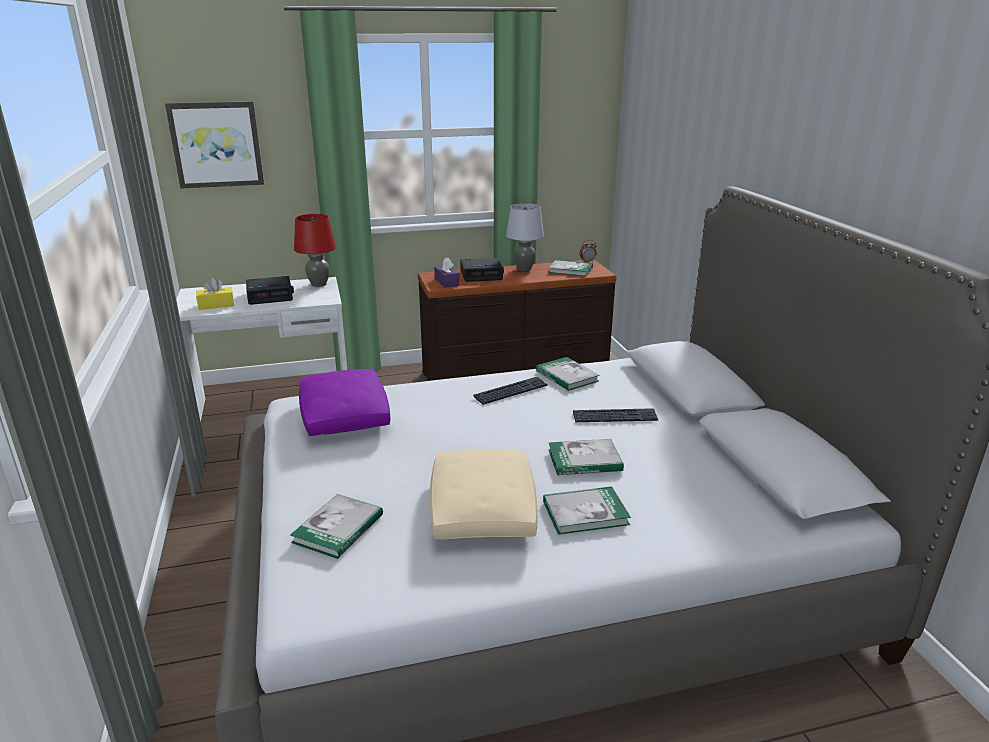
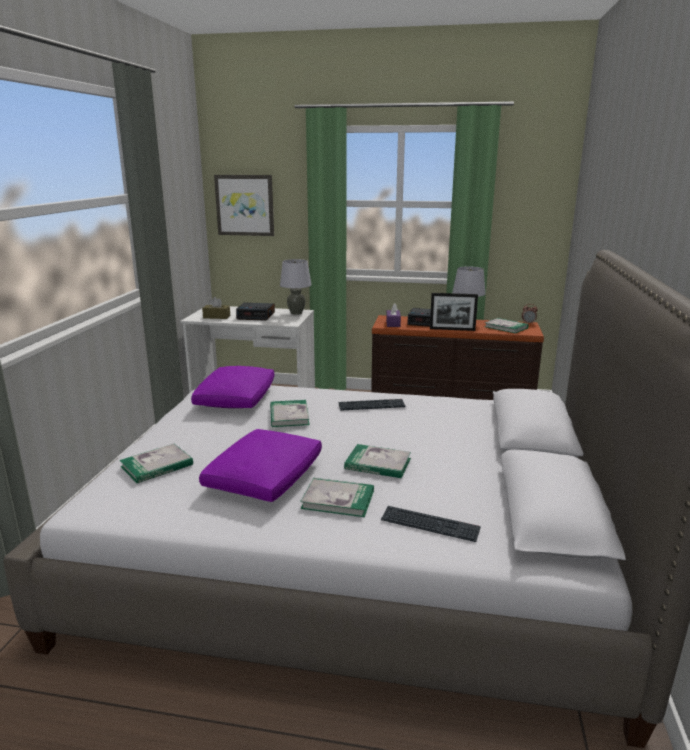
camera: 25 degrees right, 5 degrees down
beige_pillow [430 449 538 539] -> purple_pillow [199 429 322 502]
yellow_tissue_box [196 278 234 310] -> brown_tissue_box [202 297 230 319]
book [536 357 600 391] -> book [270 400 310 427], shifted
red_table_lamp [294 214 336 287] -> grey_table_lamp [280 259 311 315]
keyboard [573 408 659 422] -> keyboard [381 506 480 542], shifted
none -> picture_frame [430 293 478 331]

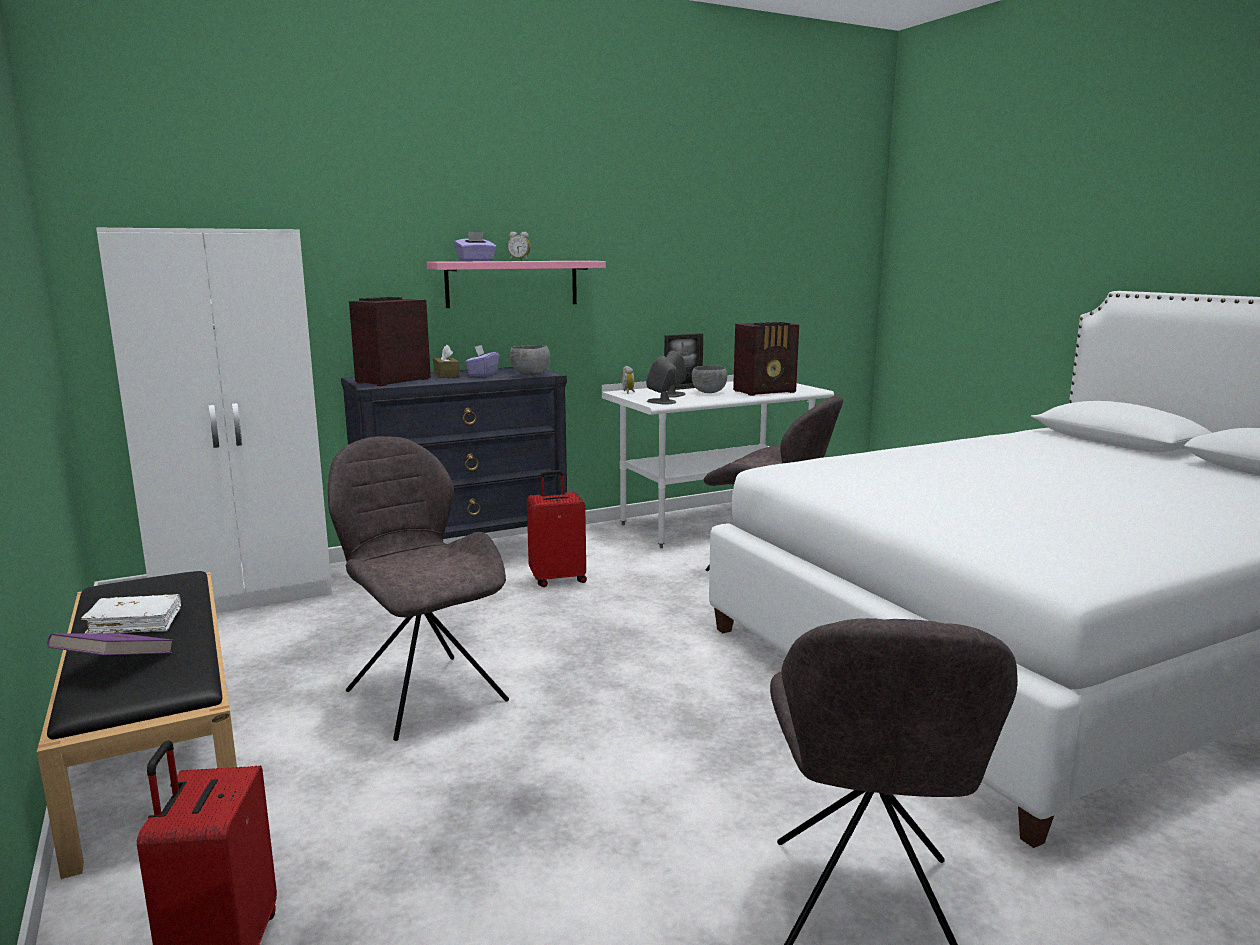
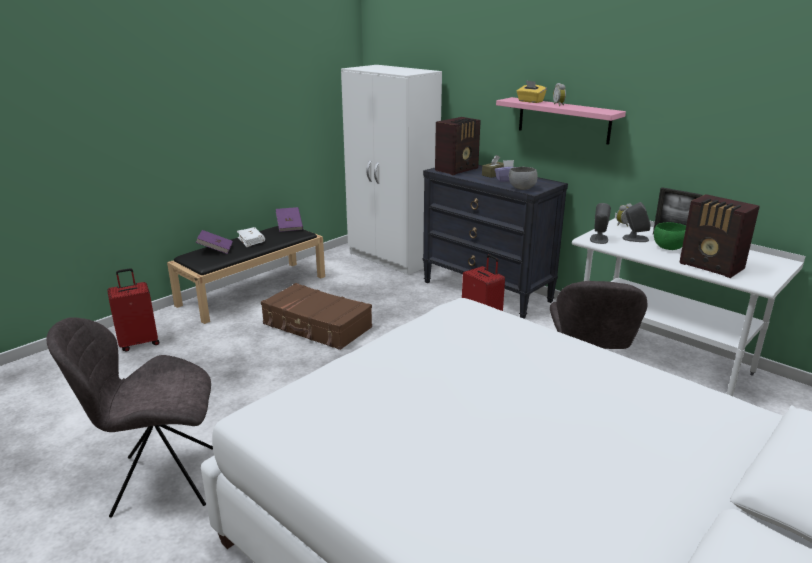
camera: 70 degrees right, 10 degrees up
grey_chair [328 436 509 741] -> brown_suitcase [261 283 372 350]
none -> purple_book [276 207 303 232]
radio [349 297 431 386] -> radio [435 117 481 175], 120 degrees clockwise
purple_tissue_box [454 231 496 261] -> yellow_tissue_box [517 80 547 103]
grey_bowl [692 365 727 393] -> green_bowl [654 222 686 250]

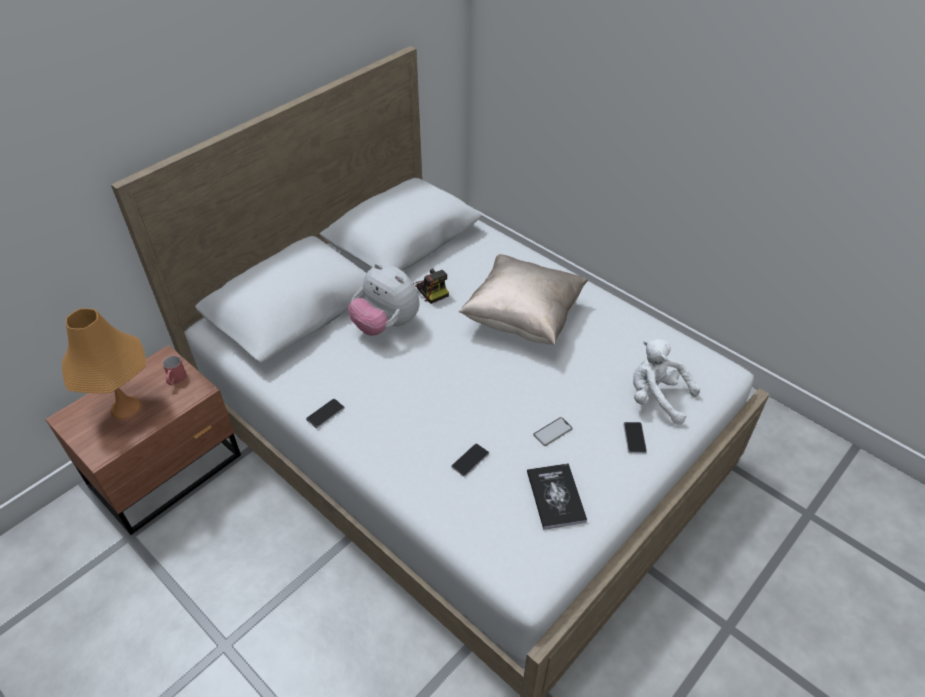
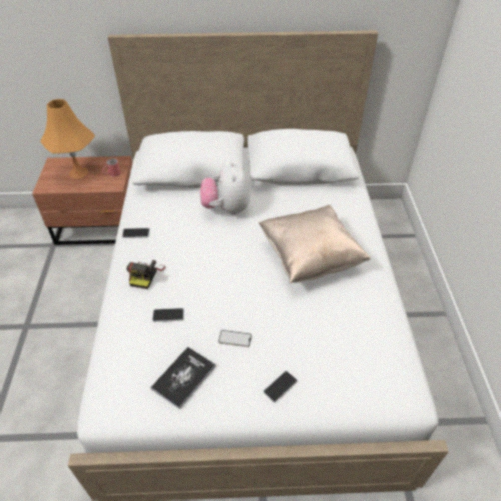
camera: 45 degrees right, 0 degrees up
photo_camera [413 268 449 304] -> photo_camera [127 260 165 289], shifted
white_plush_toy [633 339 700 425] -> none

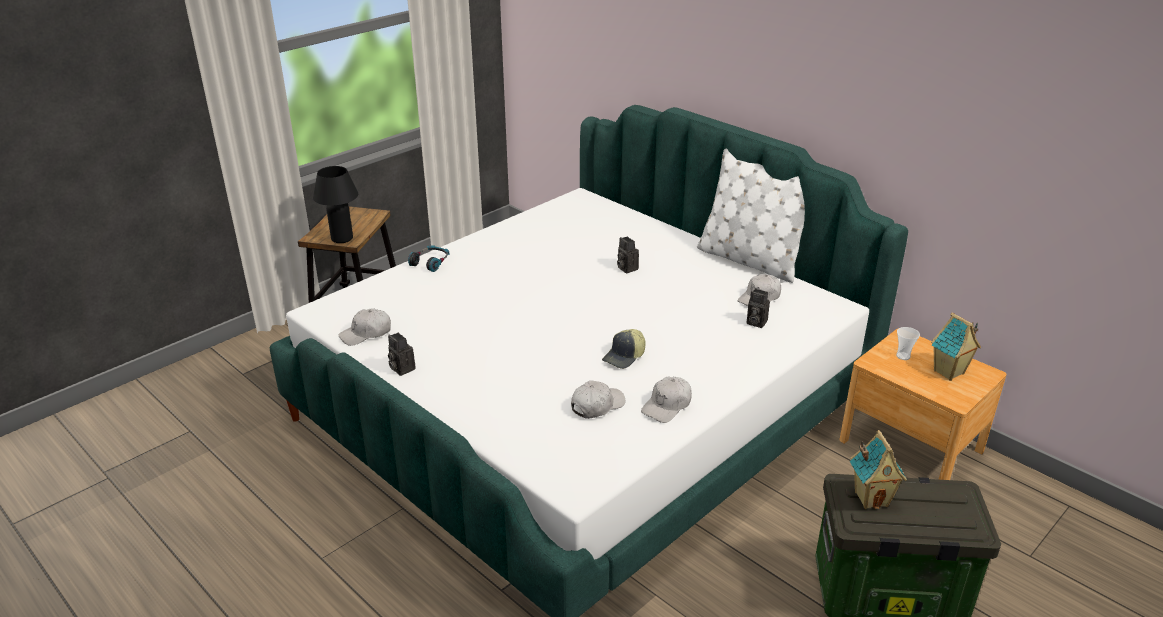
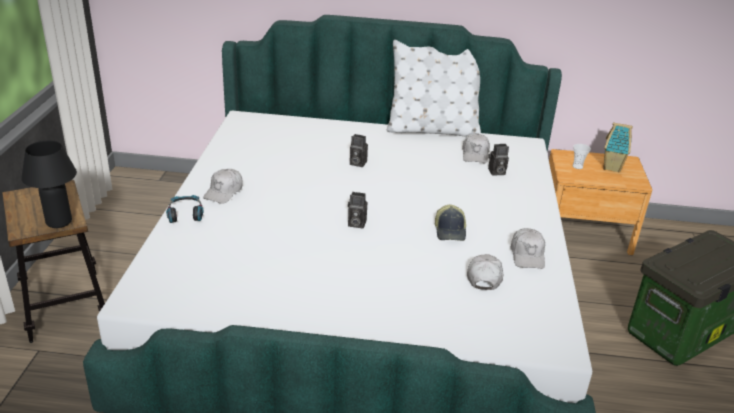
camera: 40 degrees left, 0 degrees up
white_cap [339 308 391 346] -> white_cap [203 169 243 204], shifted
photo_camera [388 332 416 376] -> photo_camera [348 192 368 229], shifted
toy_house [850 430 907 509] -> none

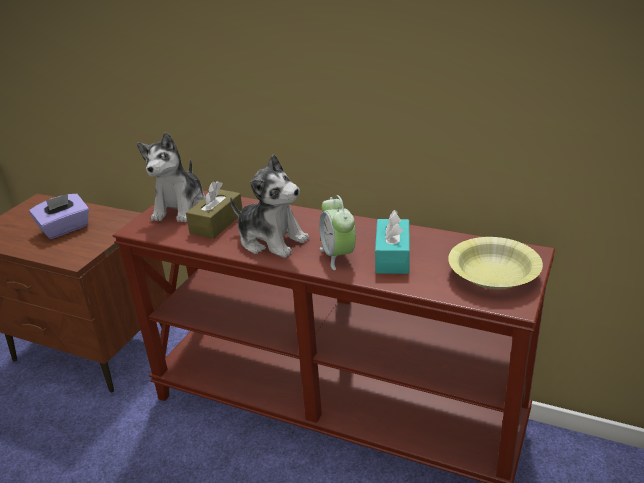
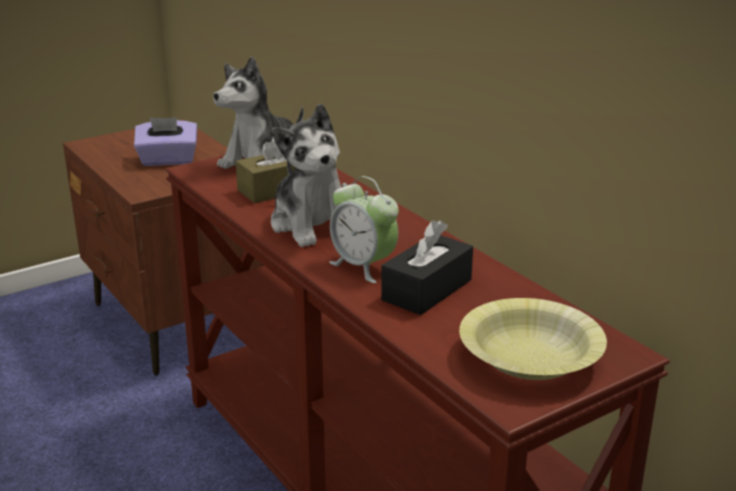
camera: 30 degrees right, 5 degrees down
alarm_clock [319 195 356 270] -> alarm_clock [329 176 399 283], 60 degrees counterclockwise
turquoise_tissue_box [375 210 410 274] -> black_tissue_box [381 220 473 315]

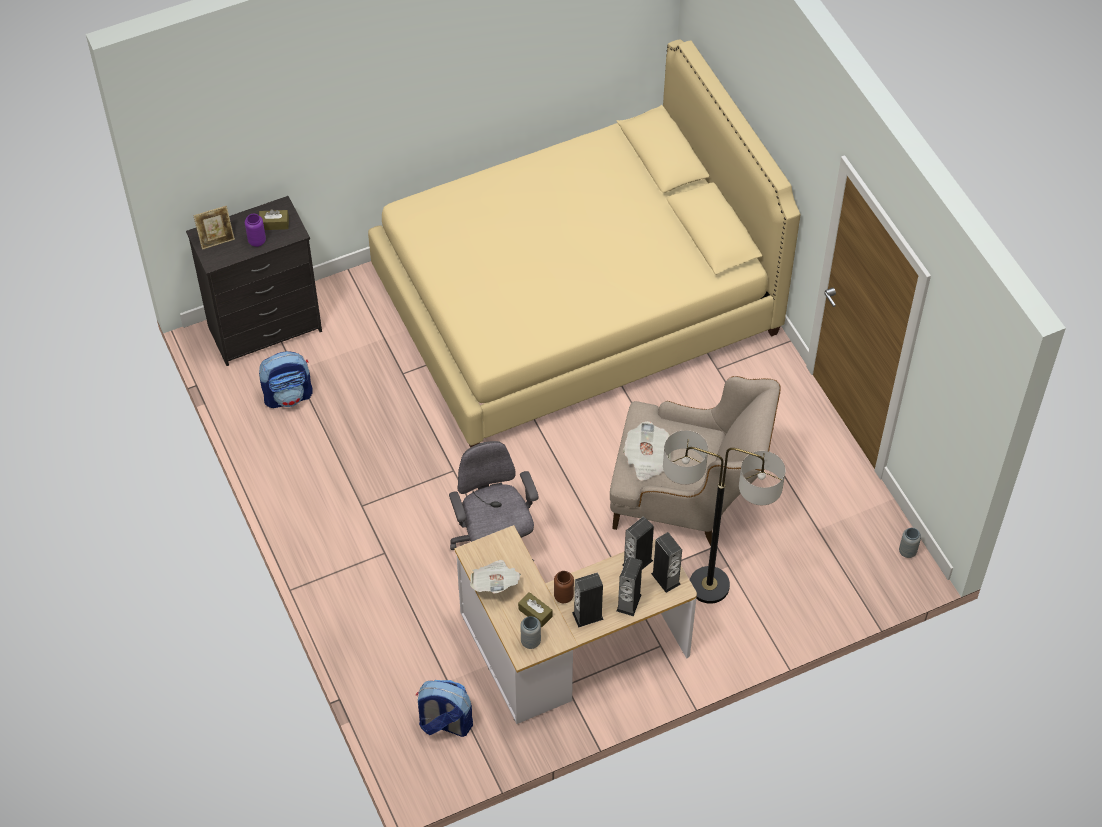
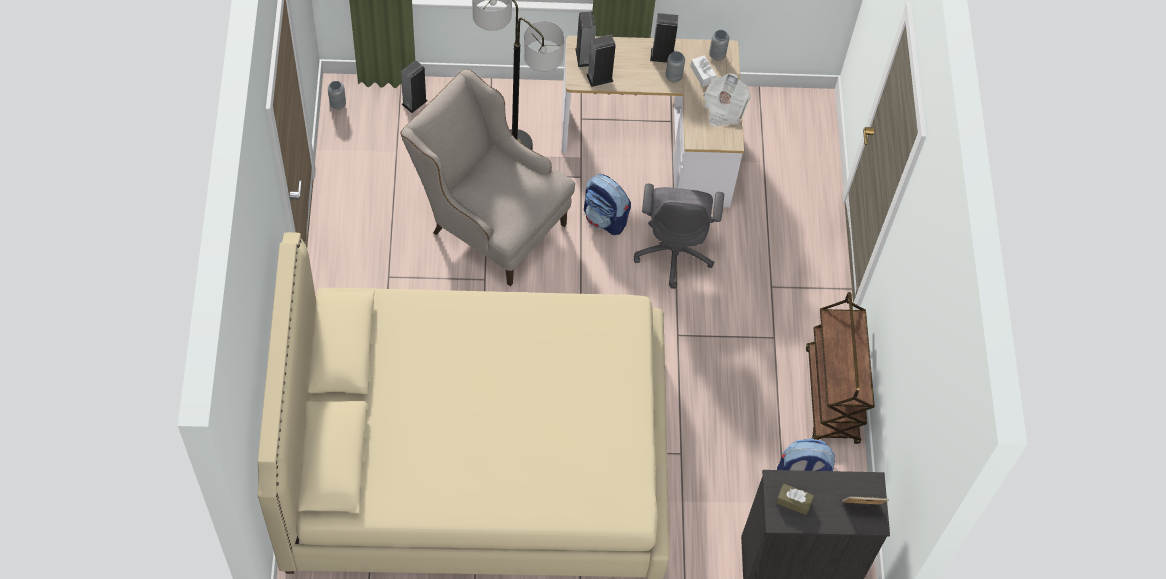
camera: 160 degrees left, 5 degrees up
speaker [617 557 642 617] -> speaker [401 60 428 113], shifted
backpack [416 680 473 737] -> backpack [584 174 631 235], shifted
brown_vase [554 571 574 603] -> grey_vase [665 51 685 82]
brown_tissue_box [518 592 553 627] -> white_tissue_box [691 55 716 87]
none -> brown_cart [806 292 875 444]
purple_vase [245 214 266 247] -> none
newspaper [623 421 671 481] -> none

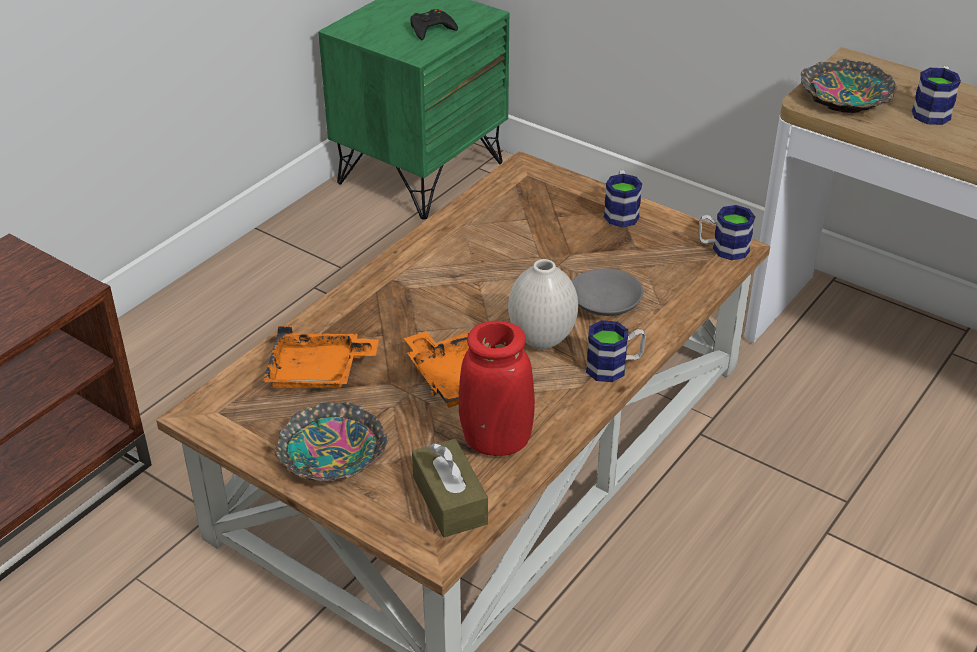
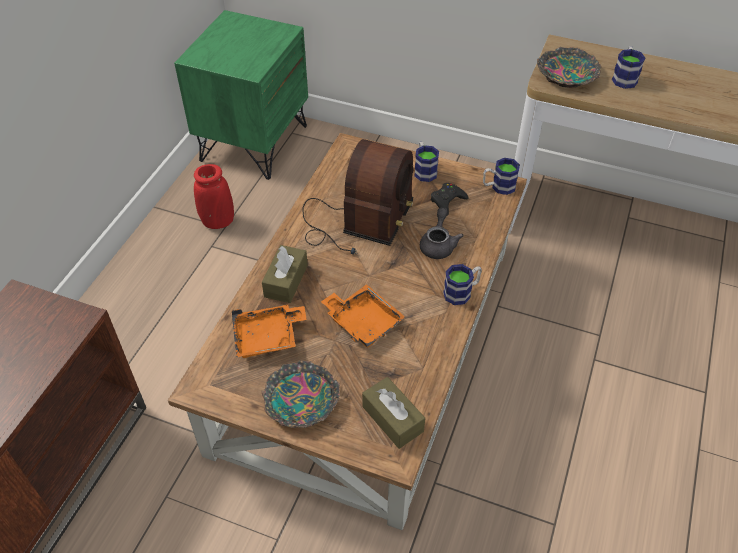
camera: 15 degrees left, 10 degrees up
red_vase [459 321 535 456] -> red_vase [194 164 234 229], shifted
none -> brown_tissue_box [262 245 308 303]
none -> radio [302 139 414 255]
grey_bowl [572 269 643 316] -> grey_teapot [420 207 464 259]
black_game_controller [410 9 458 40] -> black_game_controller [431 183 469 216], shifted
white_vase [508 259 578 350] -> none

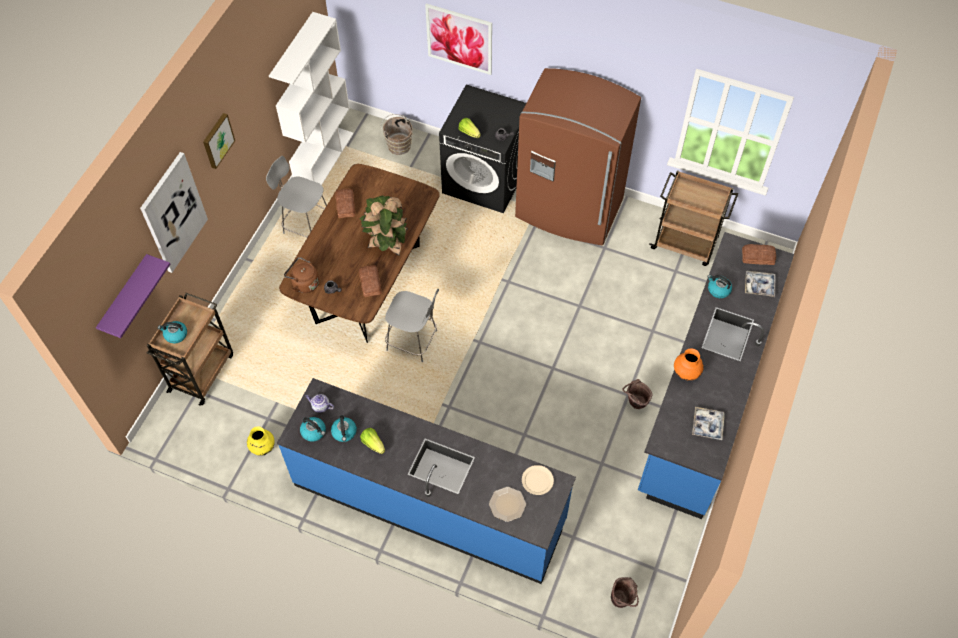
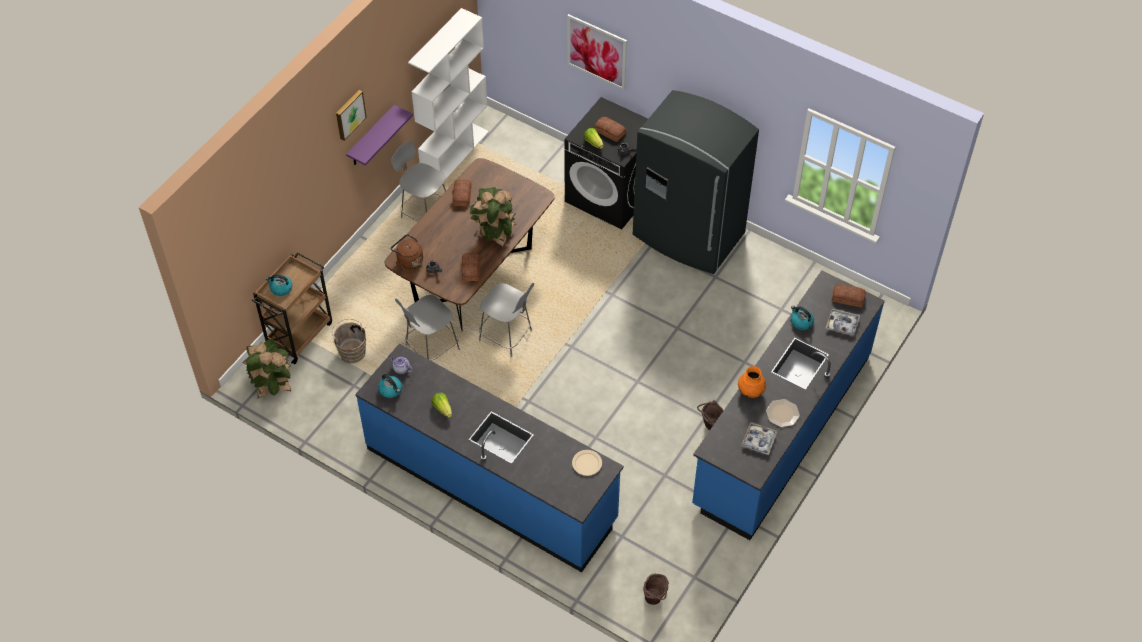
camera: 10 degrees right, 5 degrees down
none -> potted_plant [242 338 291 398]
brown_bucket [381 114 413 155] -> brown_bucket [332 319 366 363], shifted
purple_shelf [96 254 170 338] -> purple_shelf [346 105 413 165], shifted
none -> grey_chair [395 295 460 361]
none -> bread [594 117 626 142]
brown_fridge [515 68 641 245] -> grey_fridge [633 90 759 274]
plate [489 487 526 522] -> plate [766 399 800 427], shifted
picture [140 152 208 273] -> none
yellow_vase [247 426 275 456] -> none
kettle [331 415 357 442] -> none
brown_cart [649 170 738 266] -> none

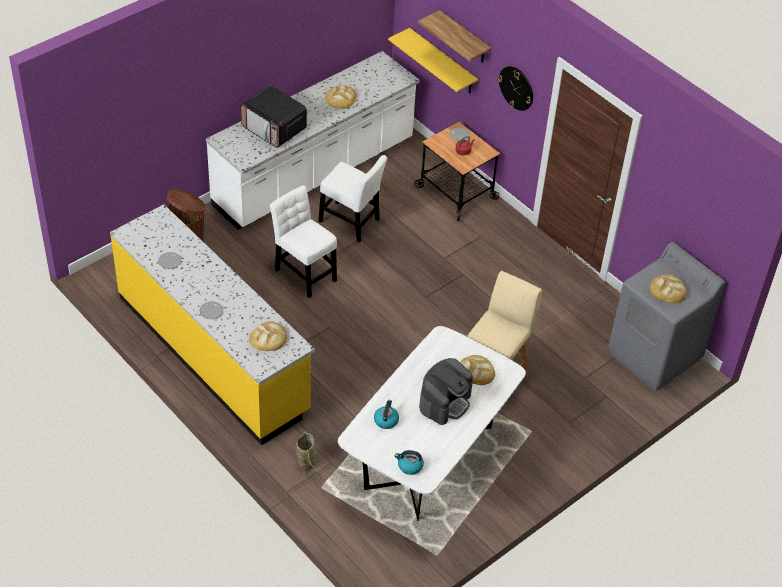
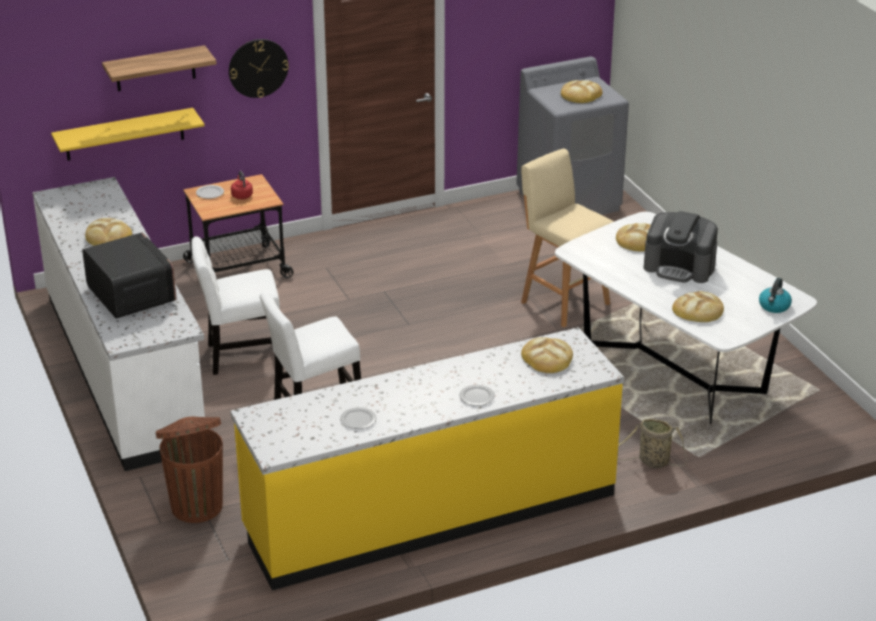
camera: 70 degrees left, 15 degrees down
microwave [241 85 307 148] -> microwave [82 232 176 319], 90 degrees counterclockwise
white_chair [318 155 387 242] -> white_chair [191 236 280 375], 150 degrees counterclockwise
coffee_machine [419 358 473 425] -> coffee_machine [644 211 718 283], 150 degrees clockwise
kettle [374 400 399 429] -> bread [672 291 724 322]

